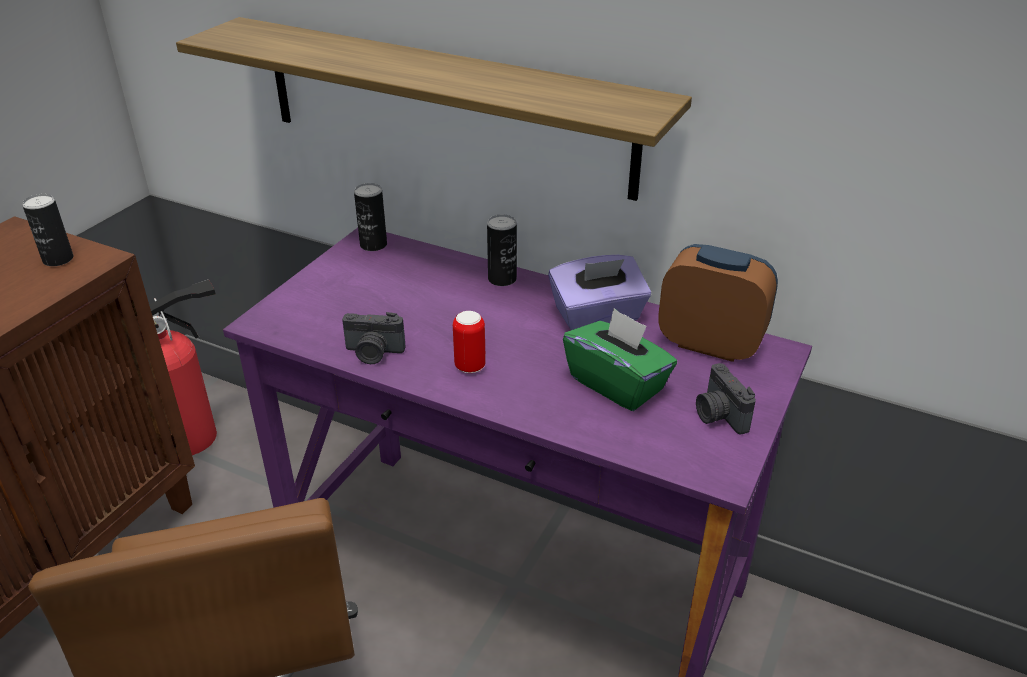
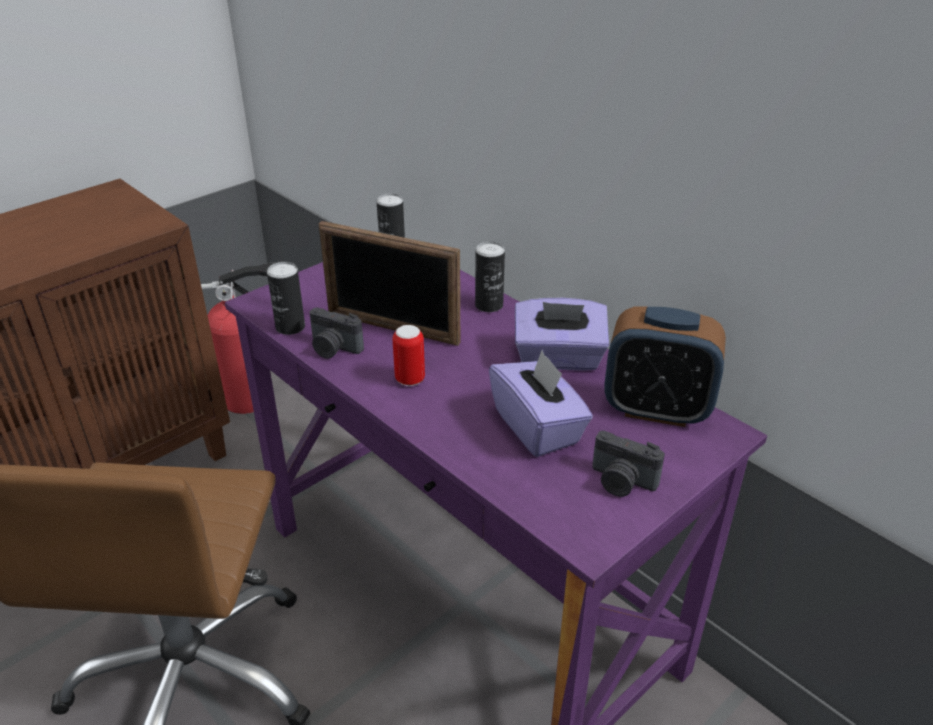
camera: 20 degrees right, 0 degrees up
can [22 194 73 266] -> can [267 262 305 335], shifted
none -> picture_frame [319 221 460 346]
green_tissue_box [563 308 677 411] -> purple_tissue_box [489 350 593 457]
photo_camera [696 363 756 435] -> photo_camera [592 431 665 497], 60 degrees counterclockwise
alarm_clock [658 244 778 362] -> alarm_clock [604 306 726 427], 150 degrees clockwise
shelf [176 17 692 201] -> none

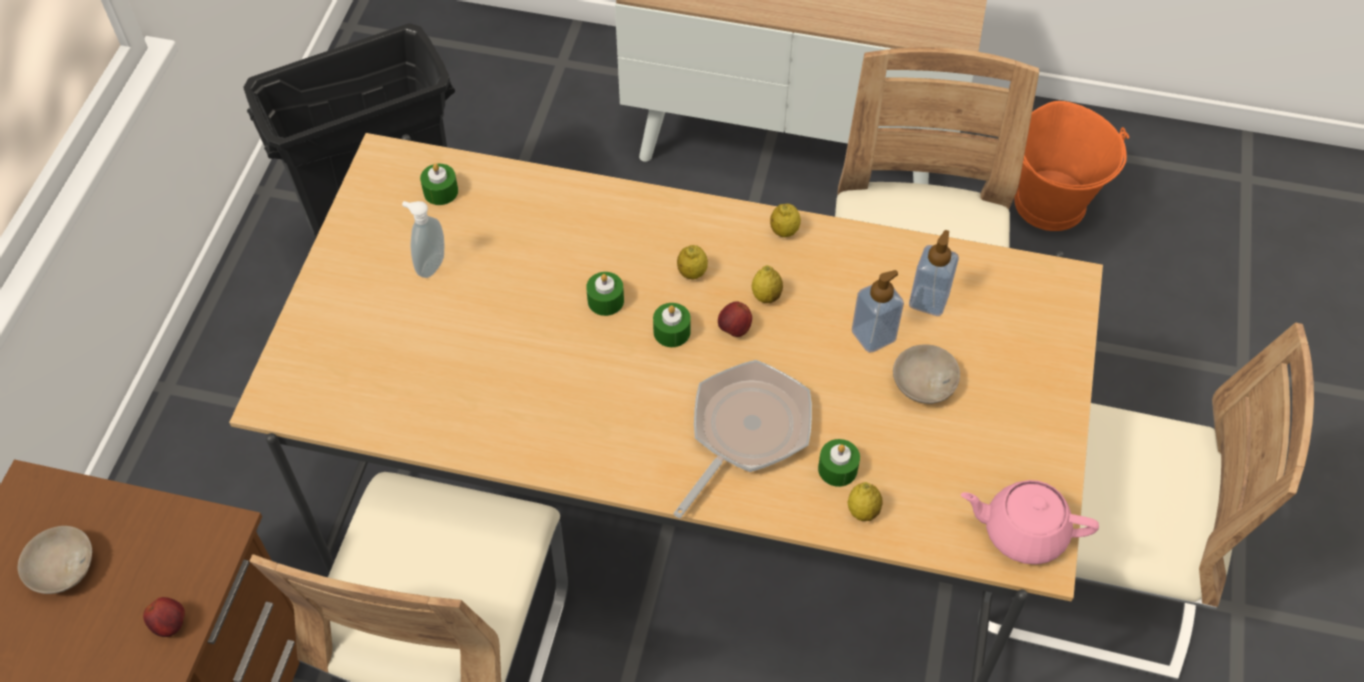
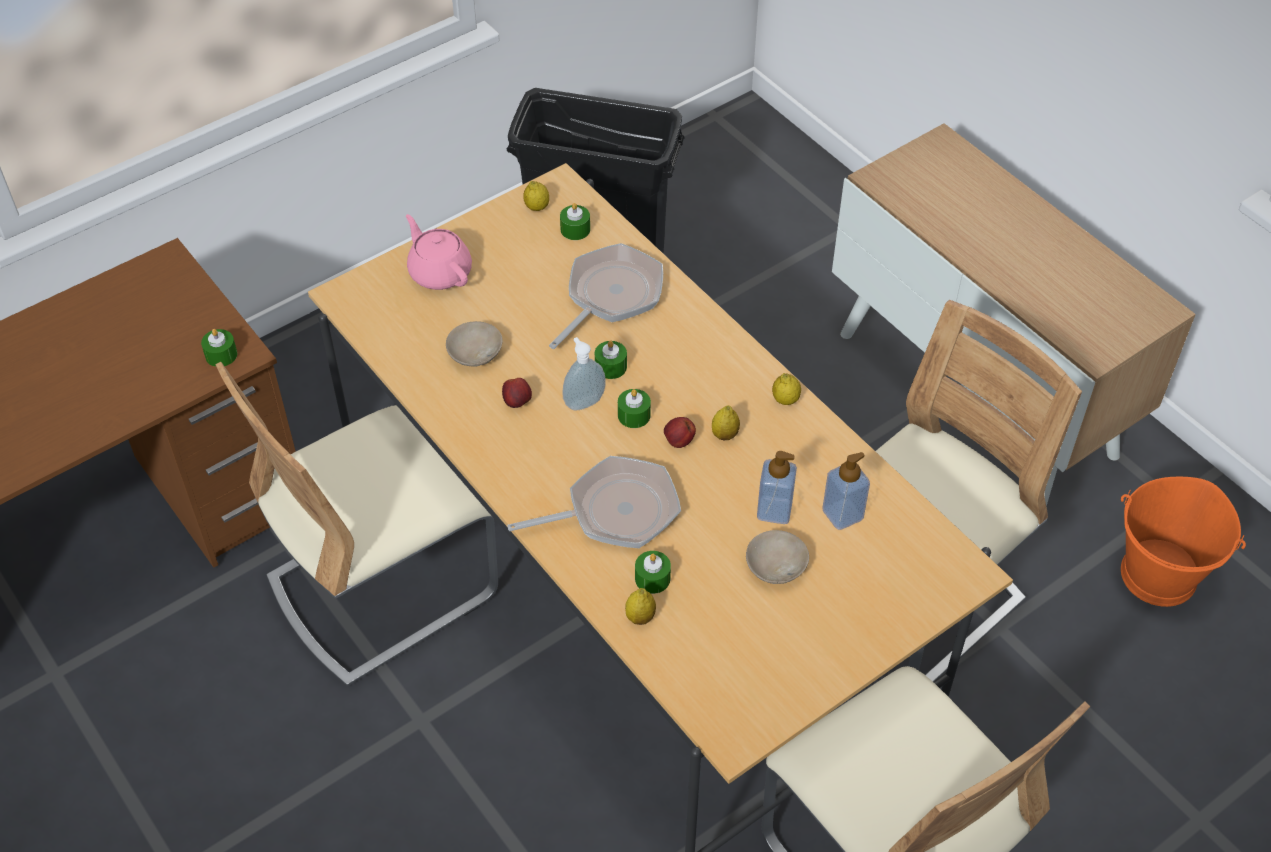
camera: 40 degrees right, 5 degrees down
none -> green_candle [201 329 237 367]
pink_teapot [961 480 1099 565] -> pink_teapot [406 214 472 290], shifted
beige_bowl [18 526 92 594] -> beige_bowl [446 321 503 367], shifted
apple [143 597 185 637] -> apple [502 378 532 408], shifted
lemon [677 245 708 280] -> lemon [523 181 549 211], shifted
none -> frying_pan [549 243 663 349]
soap_dispenser [402 201 444 278] -> soap_dispenser [562 337 606 411], shifted

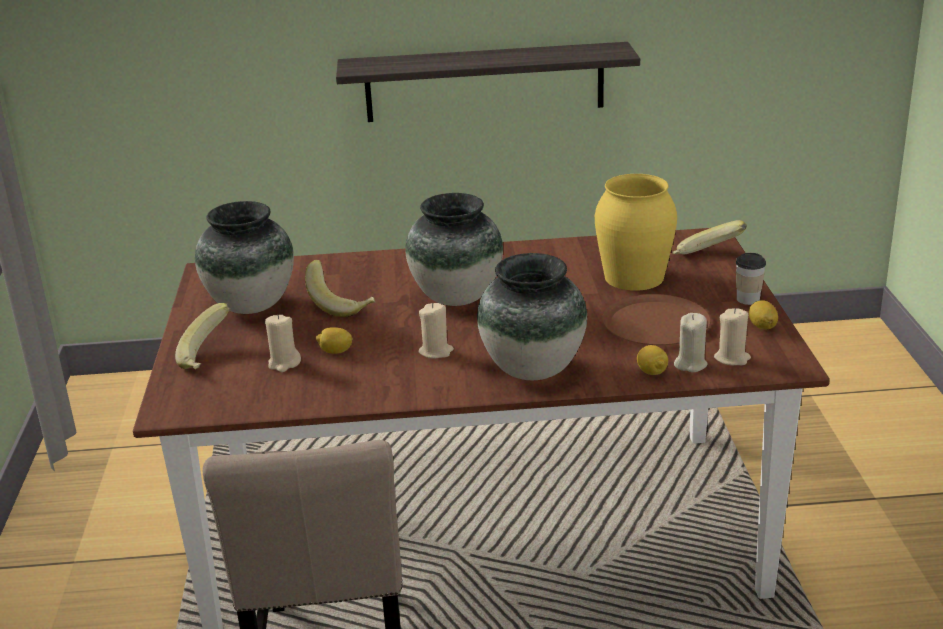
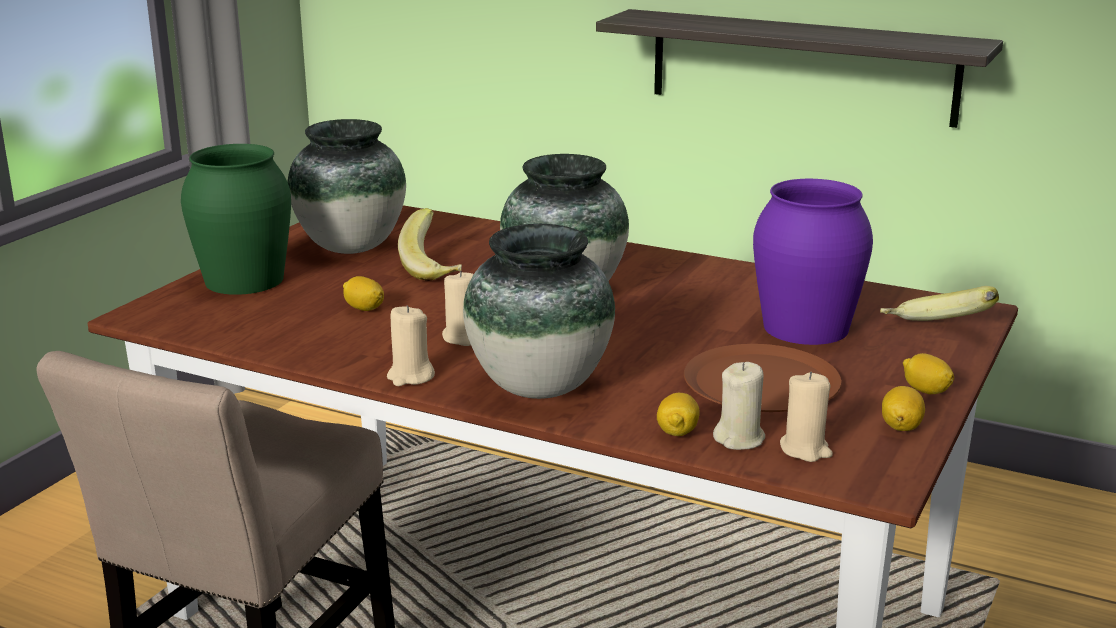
camera: 30 degrees right, 5 degrees down
banana [175 303 230 370] -> green_vase [181 144 291 295]
beige_candle [265 314 301 372] -> beige_candle [387 305 435 386], shifted
yellow_vase [595 174 677 291] -> purple_vase [753 179 873 345]
cup [736 253 766 305] -> lemon [903 353 954 394]

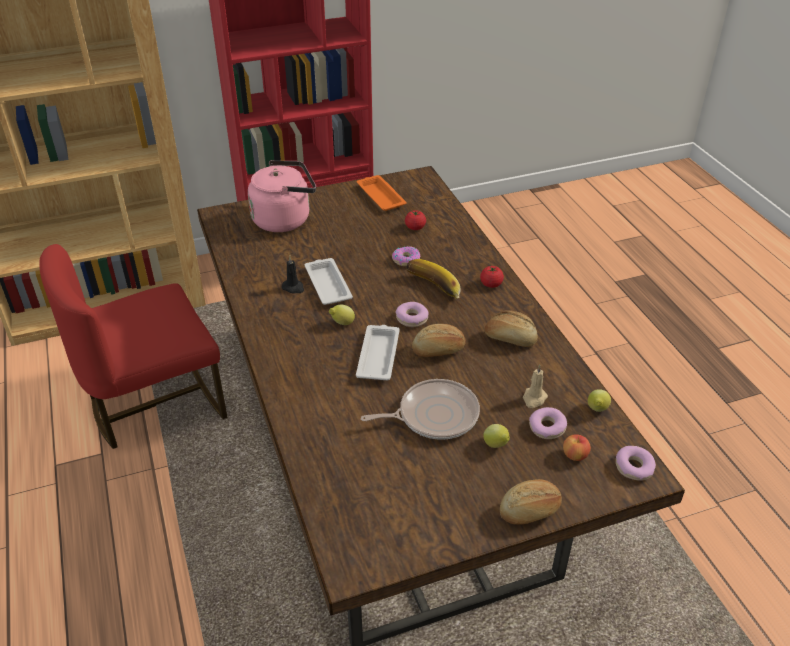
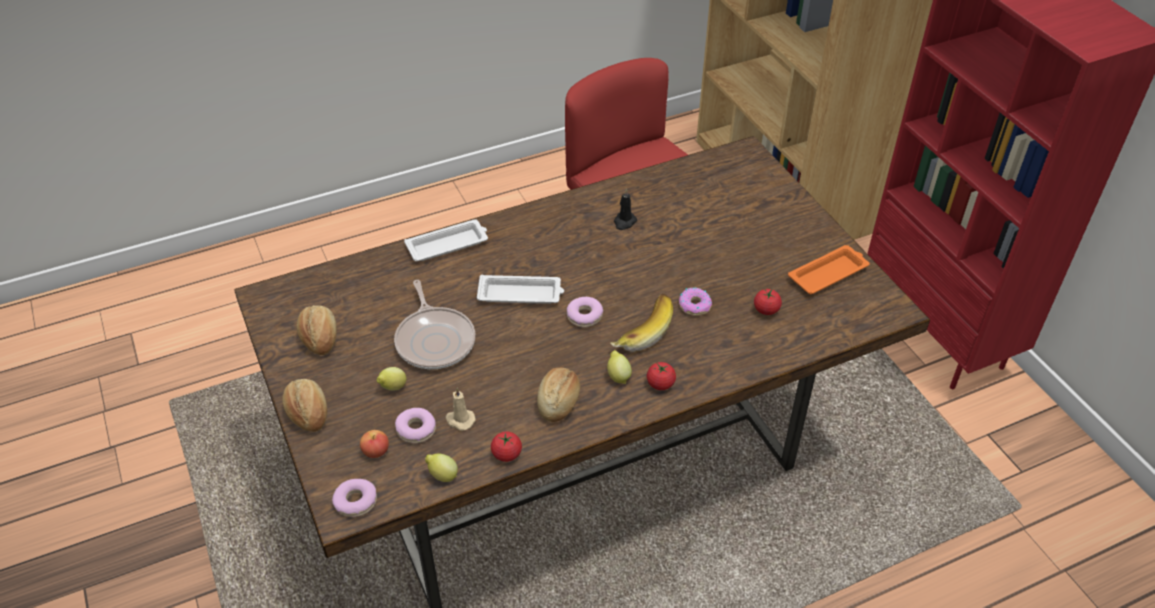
camera: 85 degrees right, 5 degrees up
bread [412 324 466 357] -> bread [297 305 337 355], shifted
white_tray [305 258 353 305] -> white_tray [404 219 488 261], shifted
none -> tomato [491 432 522 462]
lemon [329 305 355 325] -> lemon [607 350 632 384], shifted
pink_kettle [248 160 316 232] -> none

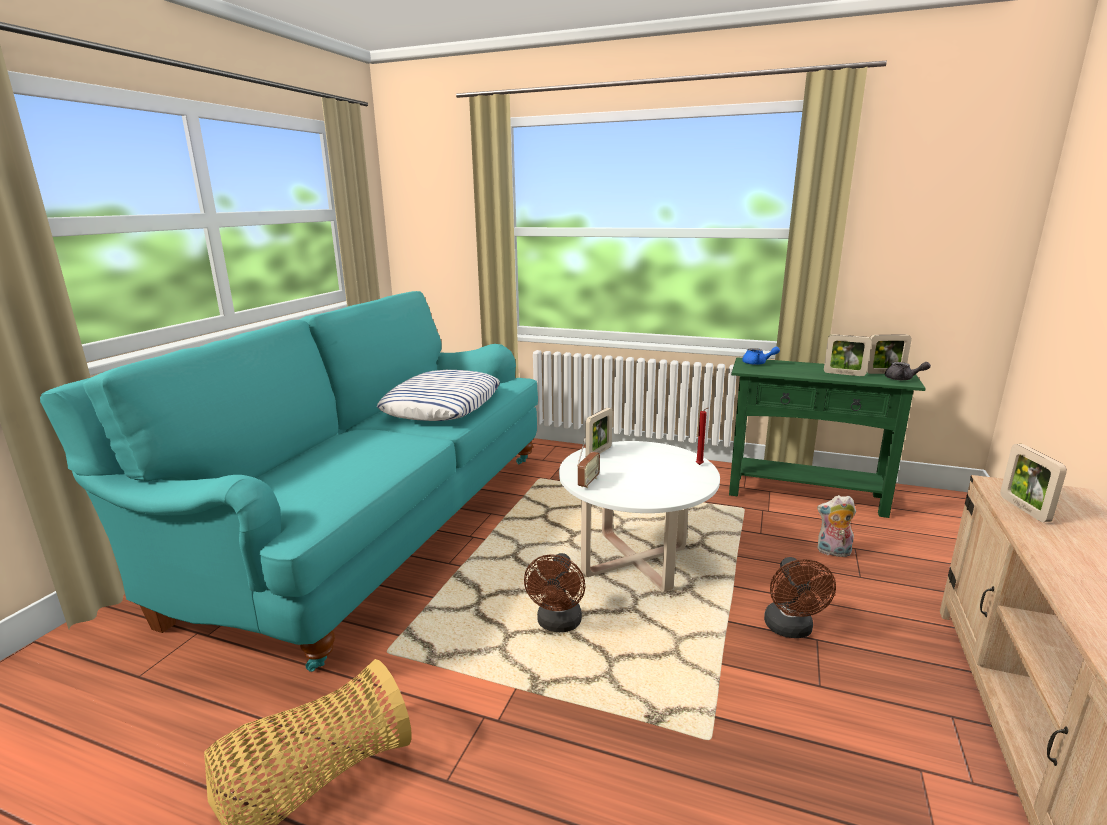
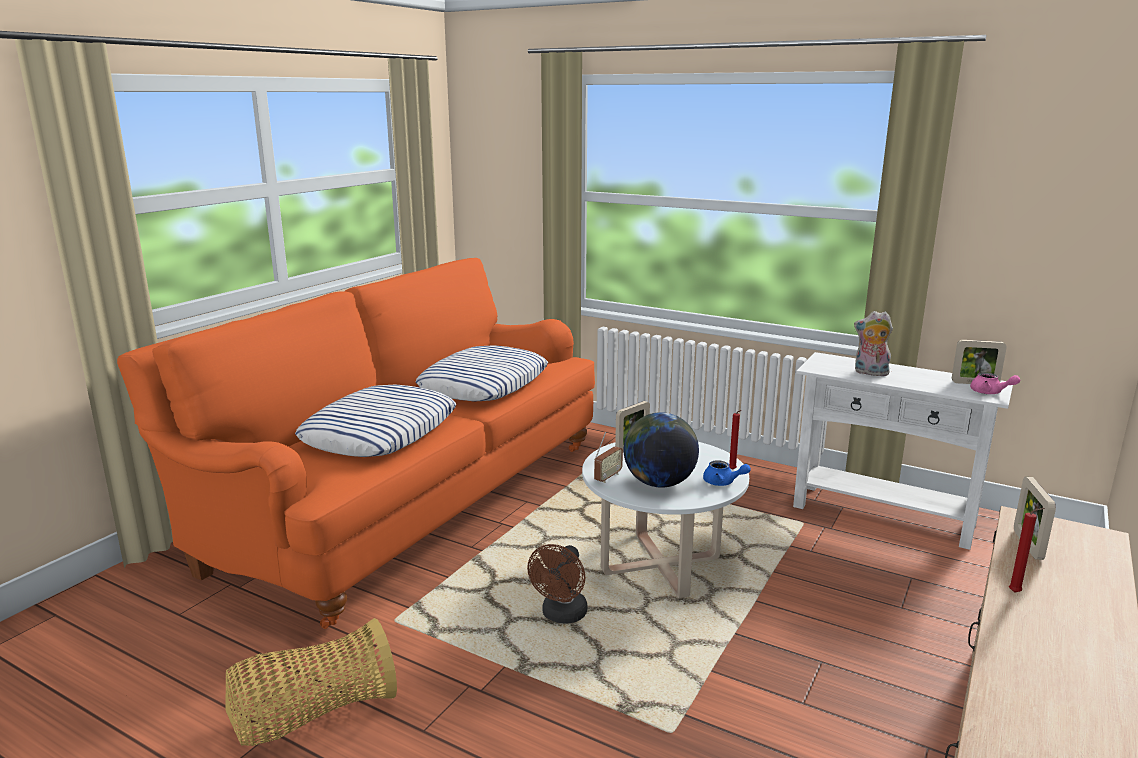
camera: 10 degrees right, 0 degrees up
turquoise_sofa [40 291 538 672] -> orange_sofa [117 258 595 629]
none -> pillow [295 384 456 457]
none -> globe [624 412 699 488]
blue_teapot [742 347 780 365] -> blue_teapot [703 460 751 486], shifted
green_console_table [729 357 926 518] -> white_console_table [793 352 1013 550]
plush_toy [817 495 856 559] -> plush_toy [854 311 893 376], shifted
grey_teapot [885 362 931 380] -> pink_teapot [970 372 1020 394]
none -> red_candle [1009 508 1045 593]
brown_fan [764 557 836 638] -> none
picture_frame [824 334 871 376] -> none

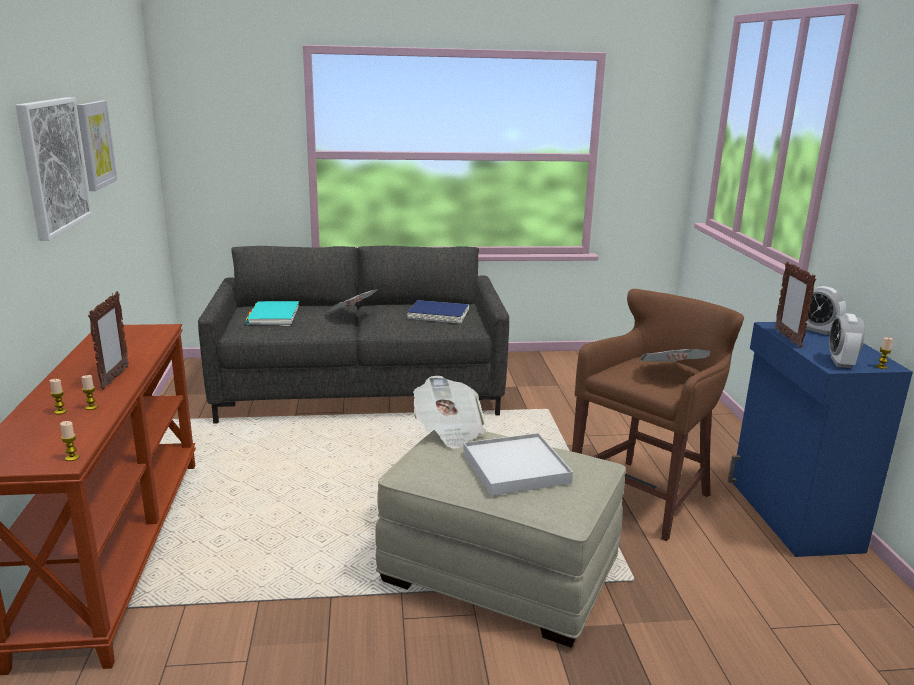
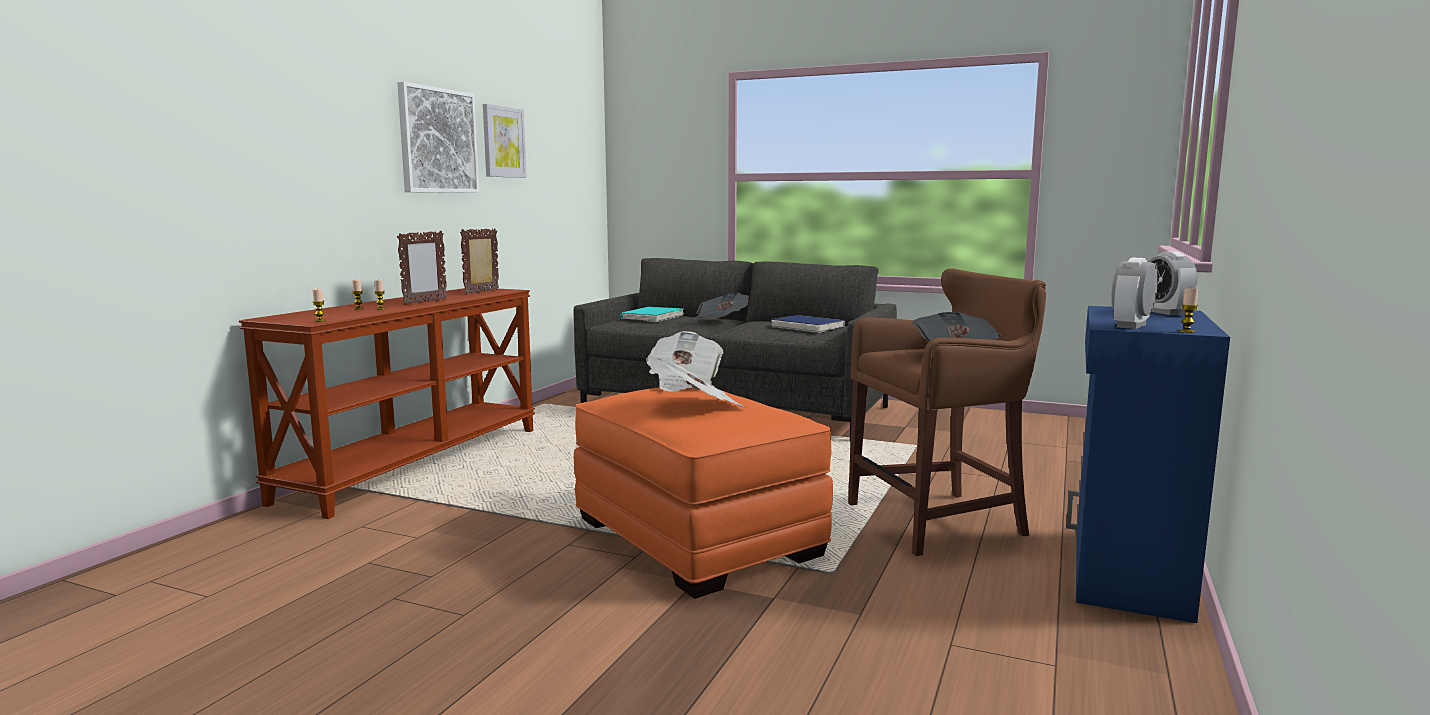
camera: 30 degrees right, 10 degrees down
picture_frame [775 261 816 348] -> picture_frame [460 228 499 295], shifted
beige_ottoman [375 430 626 648] -> orange_ottoman [574 387 833 599]
white_tray [463 433 573 496] -> newspaper [654 357 745 407]

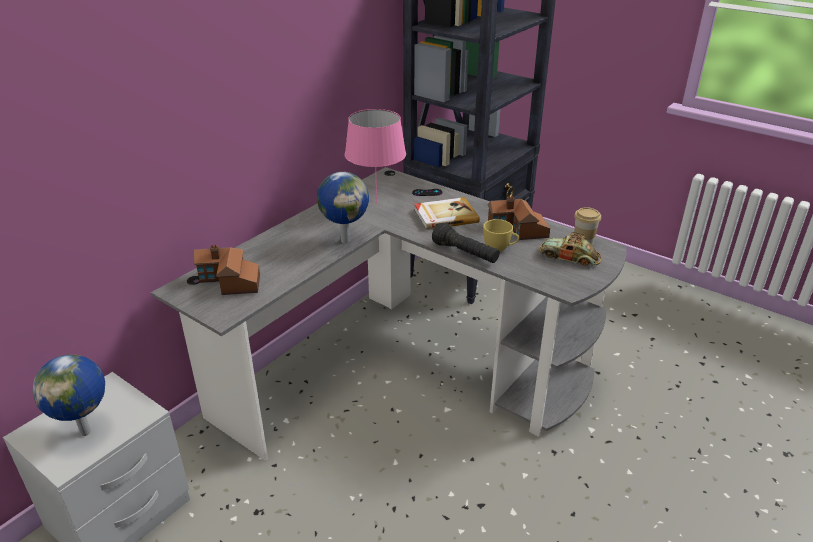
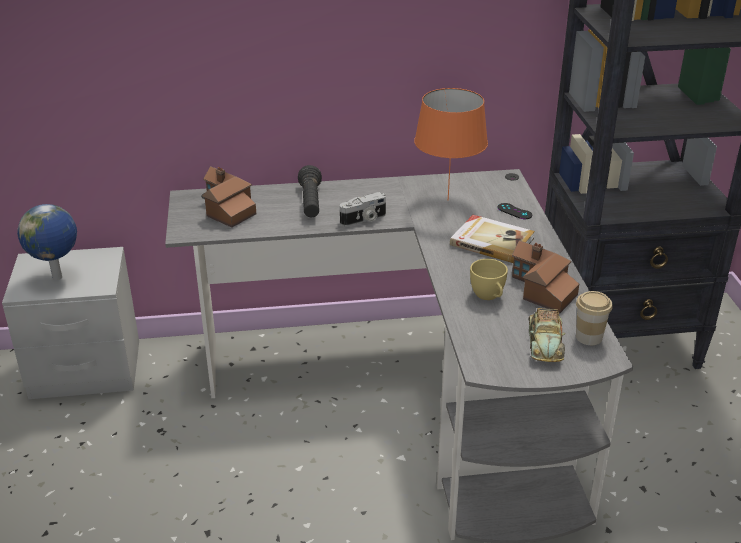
camera: 45 degrees right, 0 degrees up
black_flashlight [432 223 499 263] -> black_flashlight [298 165 322 218], shifted
globe [317 172 369 243] -> photo_camera [340 192 386 226]
pink_table_lamp [345 109 406 204] -> orange_table_lamp [414 88 488 200]
toy_car [540 232 602 266] -> toy_car [529 308 565 362], 150 degrees counterclockwise

